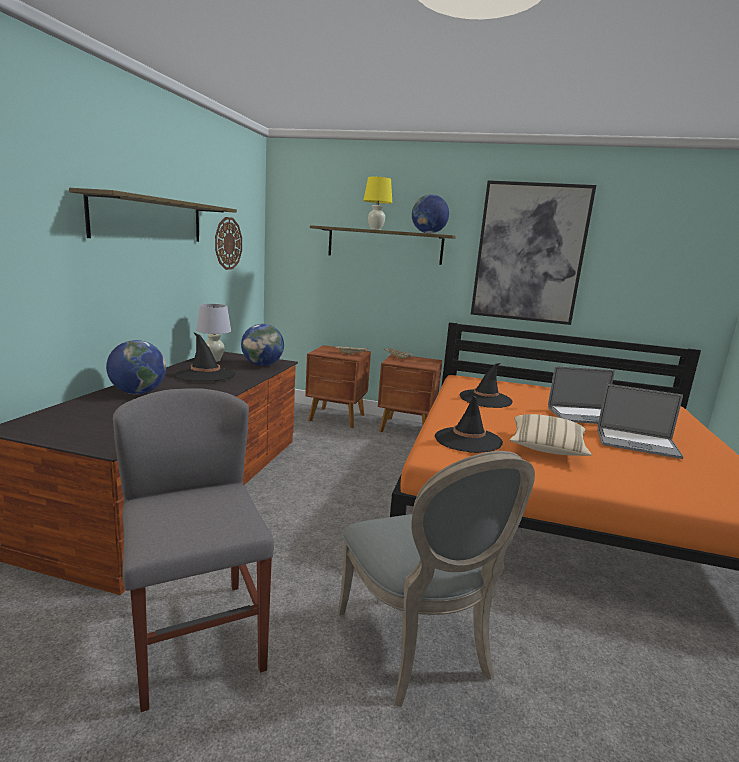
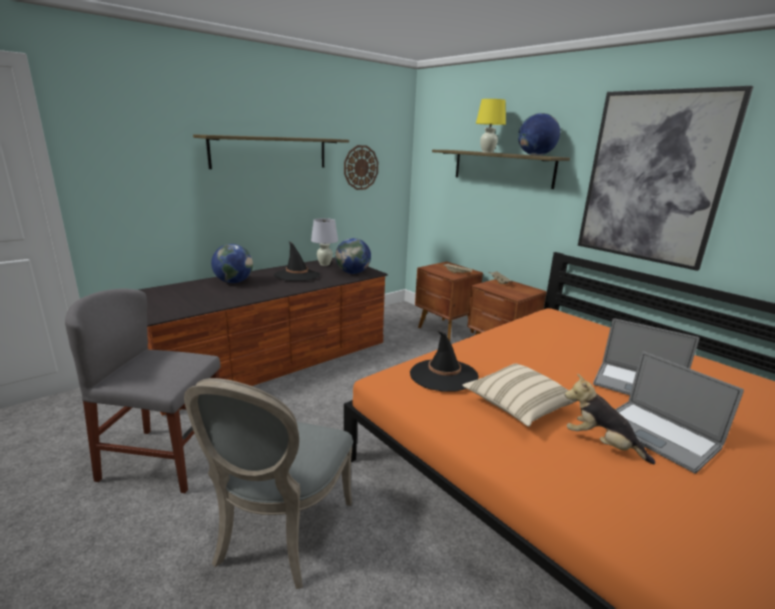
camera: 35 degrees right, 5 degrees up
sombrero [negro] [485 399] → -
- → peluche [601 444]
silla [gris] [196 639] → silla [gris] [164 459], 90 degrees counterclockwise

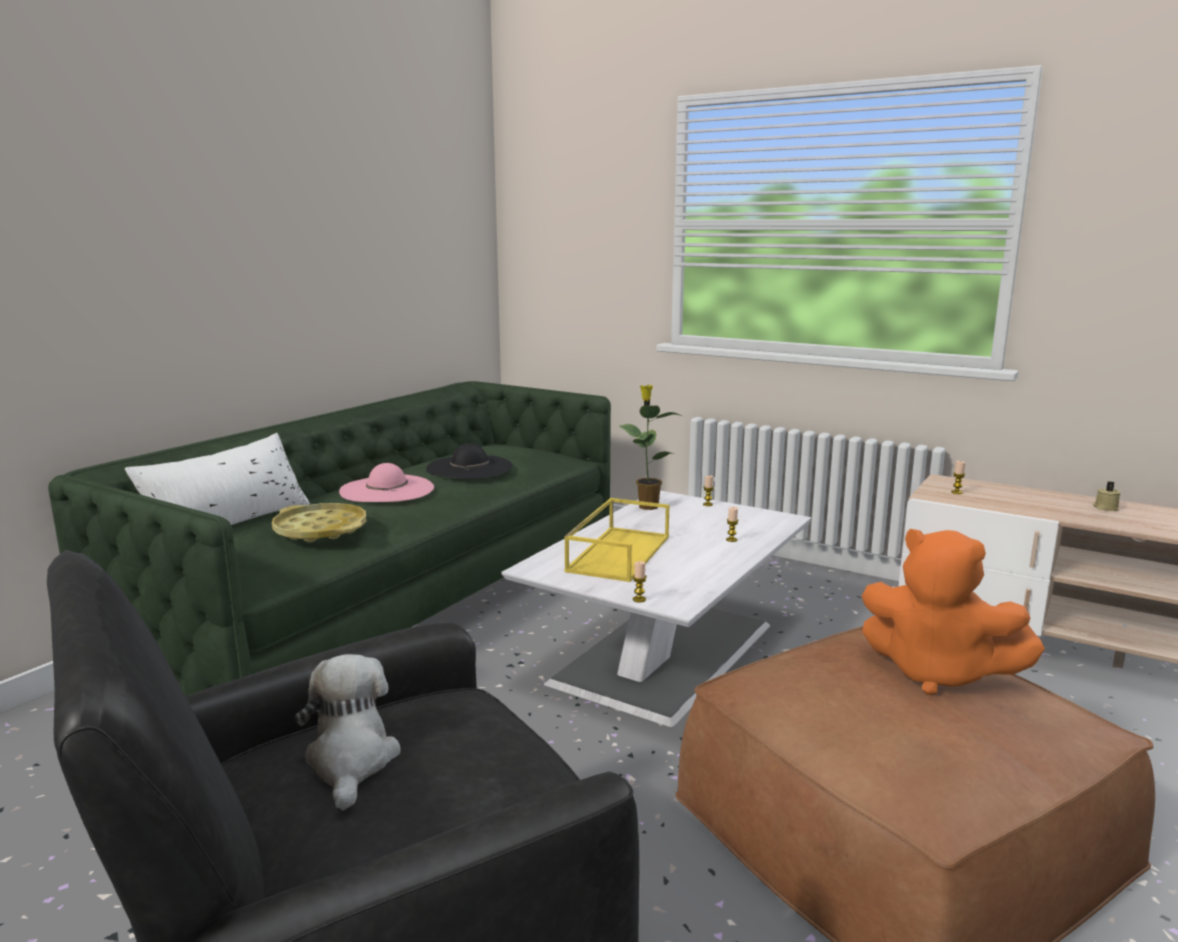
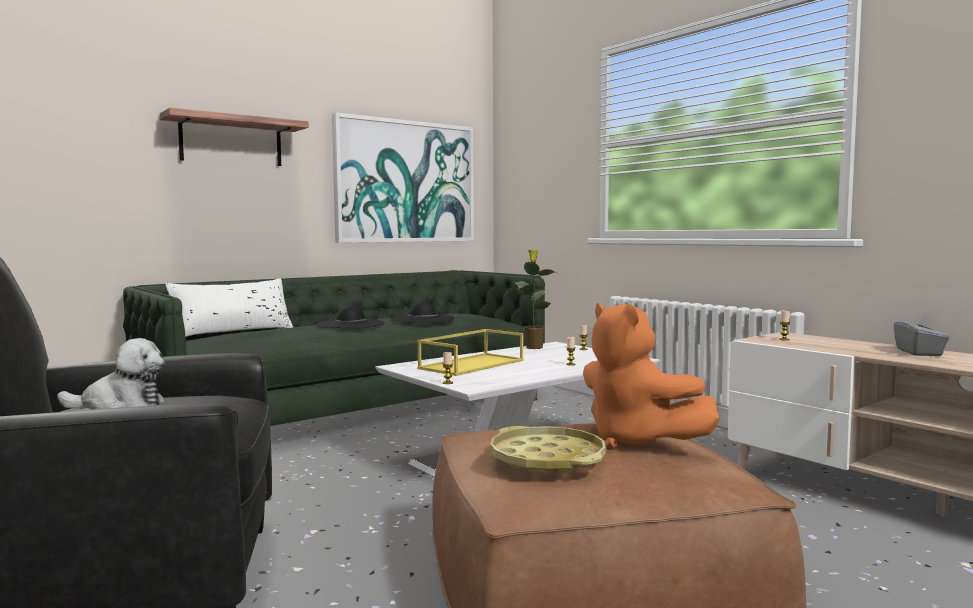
camera: 20 degrees right, 10 degrees down
- → estante [231 141]
- → cuadro [405 182]
bandeja [amarillo] [320 530] → bandeja [amarillo] [547 459], move
vela [beis] [1105 508] → caja de pañuelos [gris] [919 353]
sombrero [rosa] [387 489] → sombrero [negro] [350 324]
peluche [351 761] → peluche [120 406], 75 degrees clockwise

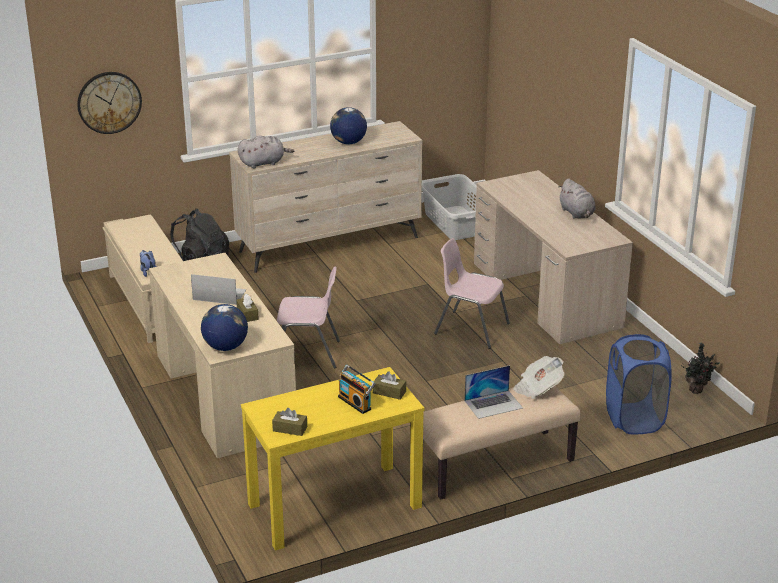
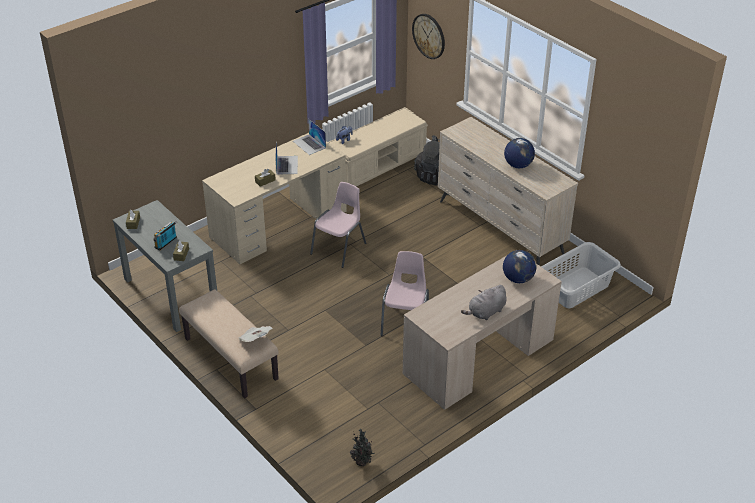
camera: 75 degrees right, 10 degrees up
peluche [gris] [263 163] → -
cesto de la ropa [azul] [634 419] → -
globo terráqueo [225 347] → globo terráqueo [518 279], move
portátil [493 404] → portátil [309 144], move
mesa consola [amarillo] [334 506] → mesa consola [gris] [170 294]
silla [rosa] [308 354] → silla [rosa] [339 248], 135 degrees counterclockwise

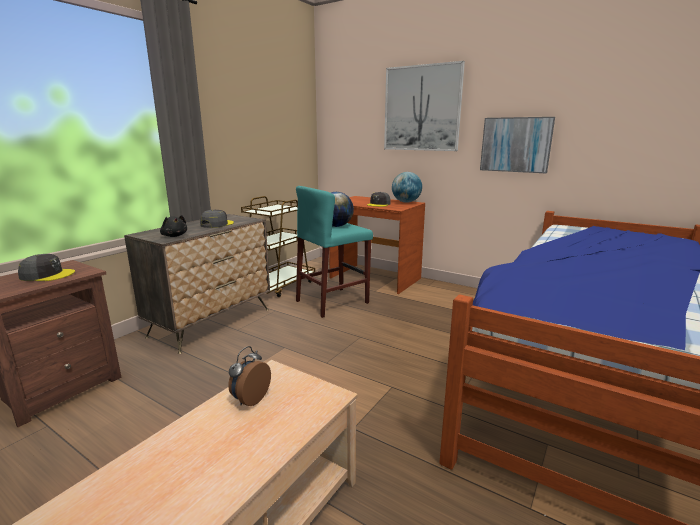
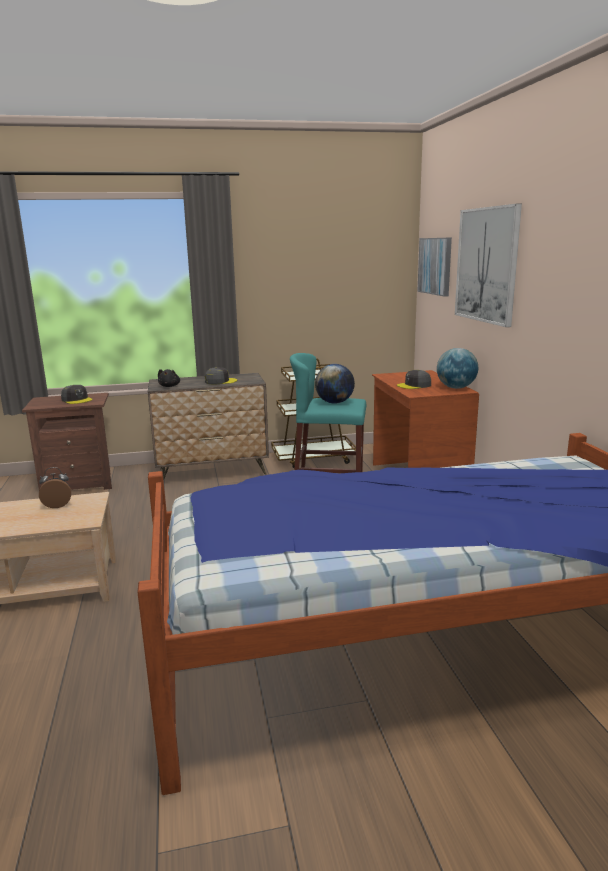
camera: 45 degrees right, 0 degrees up
cuadro [515 144] → cuadro [435 266], move

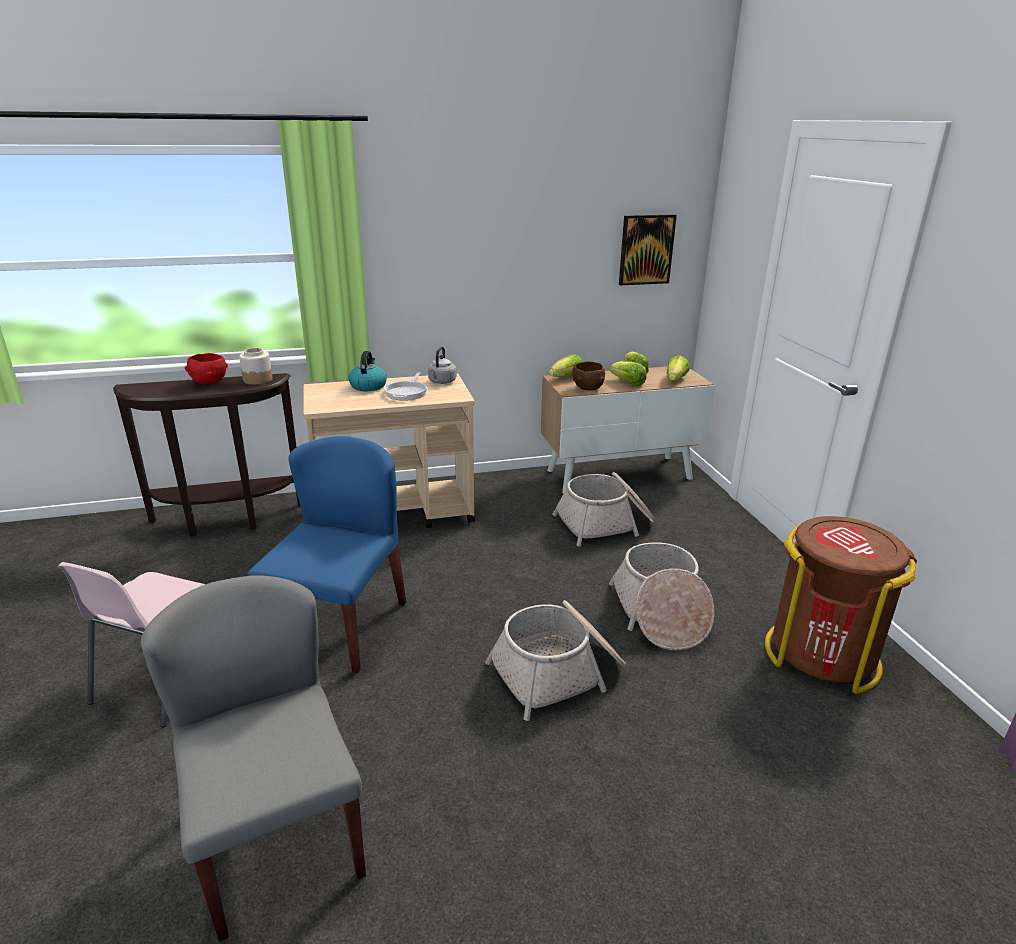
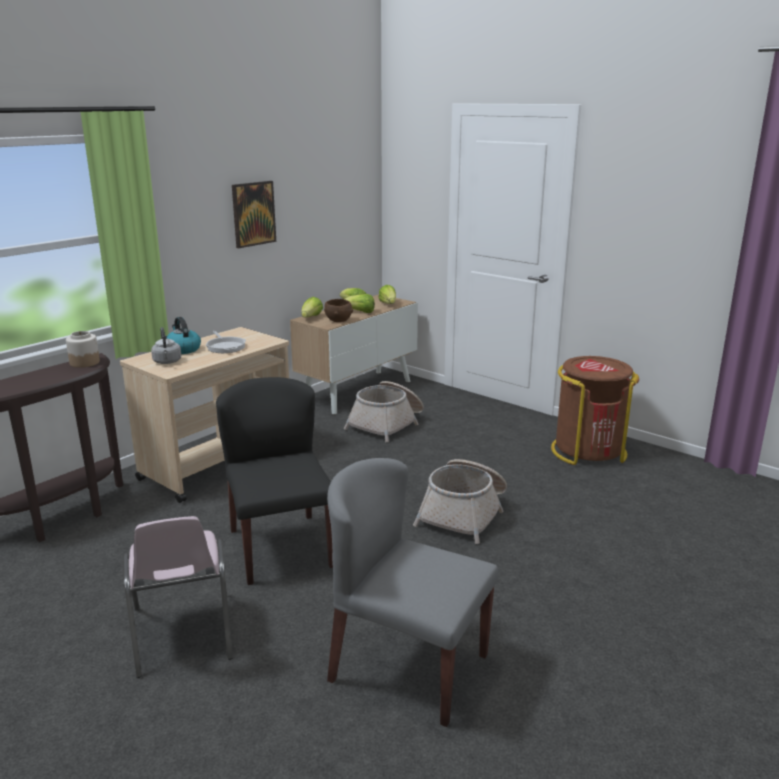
camera: 35 degrees left, 5 degrees down
cuenco [rojo] [209 383] → -
cesta [659 613] → -
hervidor [gris] [441 382] → hervidor [gris] [167 362], move
cuadro [646 249] → cuadro [253 214], move
silla [azul] [340 626] → silla [negro] [280 547]

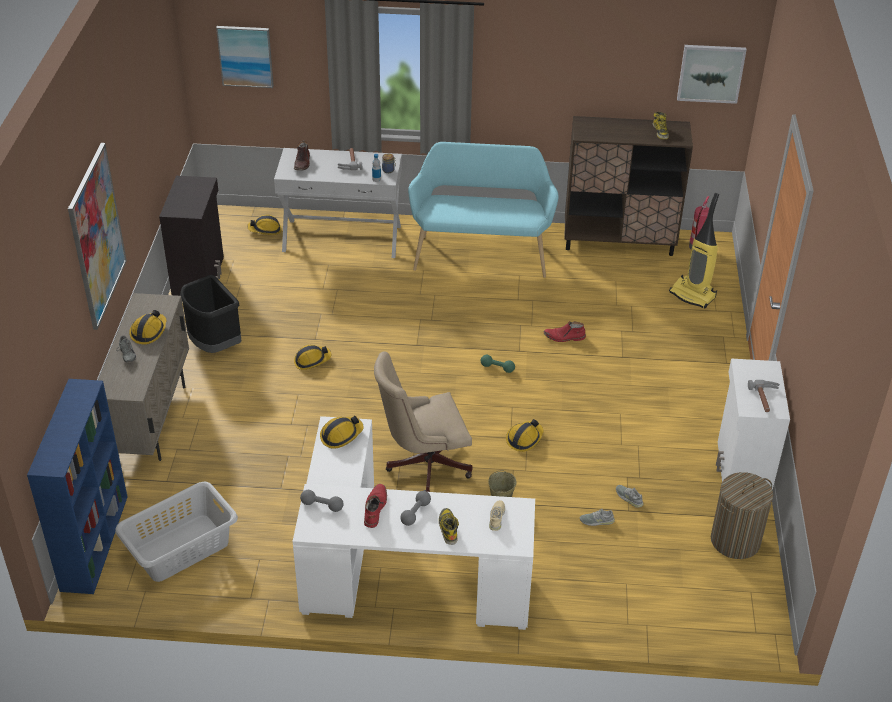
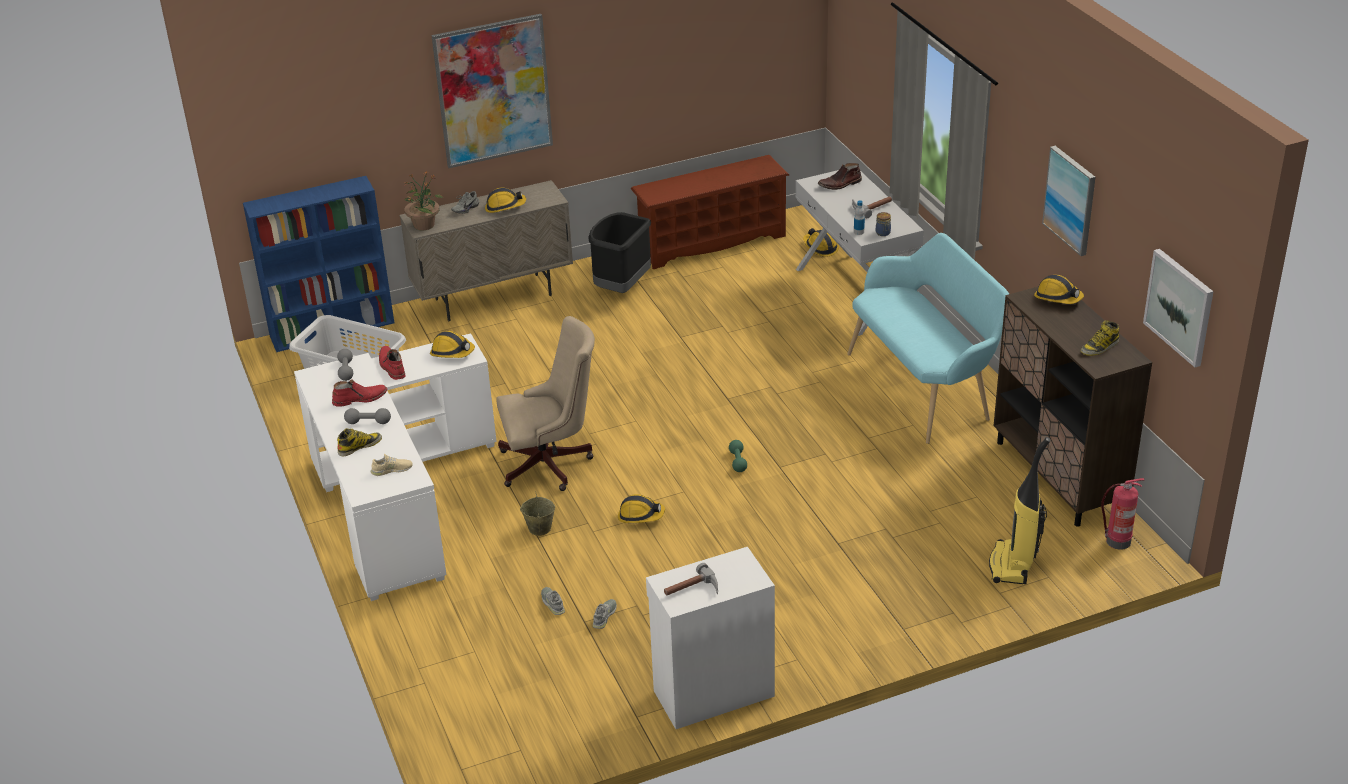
camera: 65 degrees right, 5 degrees down
cesto de la ropa [735 541] → -
- → planta en maceta [424 224]
cuadro [245 56] → cuadro [1070 200], move
casco [312 360] → casco [1058 298], move
bota [rojo] [564 337] → bota [rojo] [391 367], move
armario [negro] [199 276] → zapatero [marrón] [711 242]
silla de oficina [beis] [423 465] → silla de oficina [beis] [551 464], 120 degrees clockwise

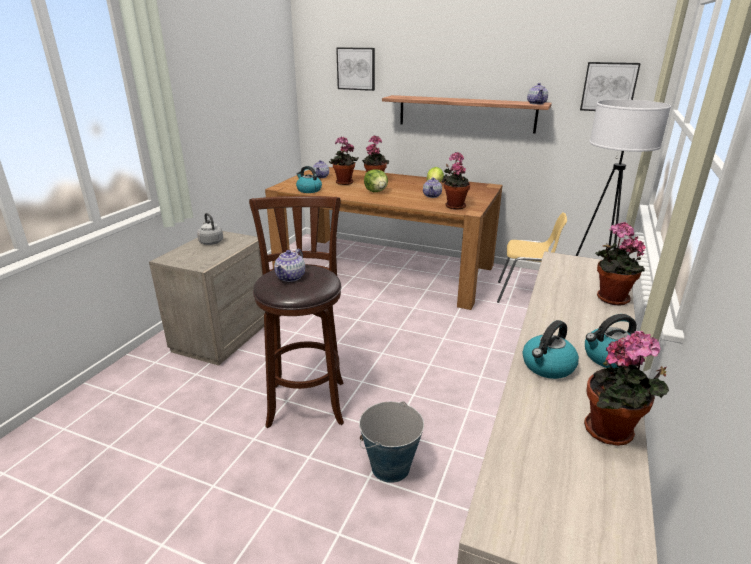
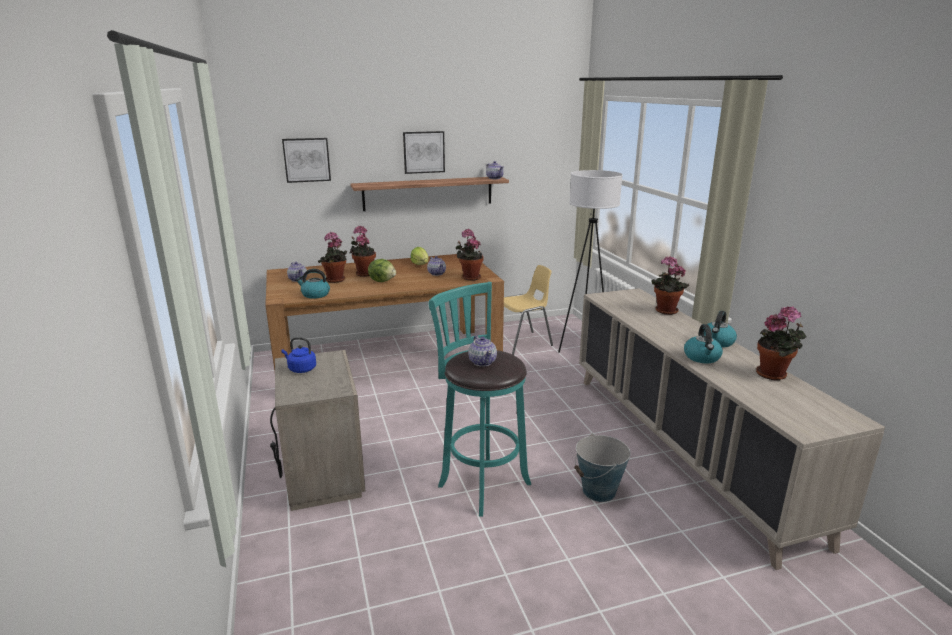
camera: 40 degrees left, 5 degrees down
cuadro [609 87] → cuadro [423 152], move
hervidor [gris] [210 242] → hervidor [azul] [301 369]
taburete [marrón] [306 400] → taburete [turquesa] [481 482]

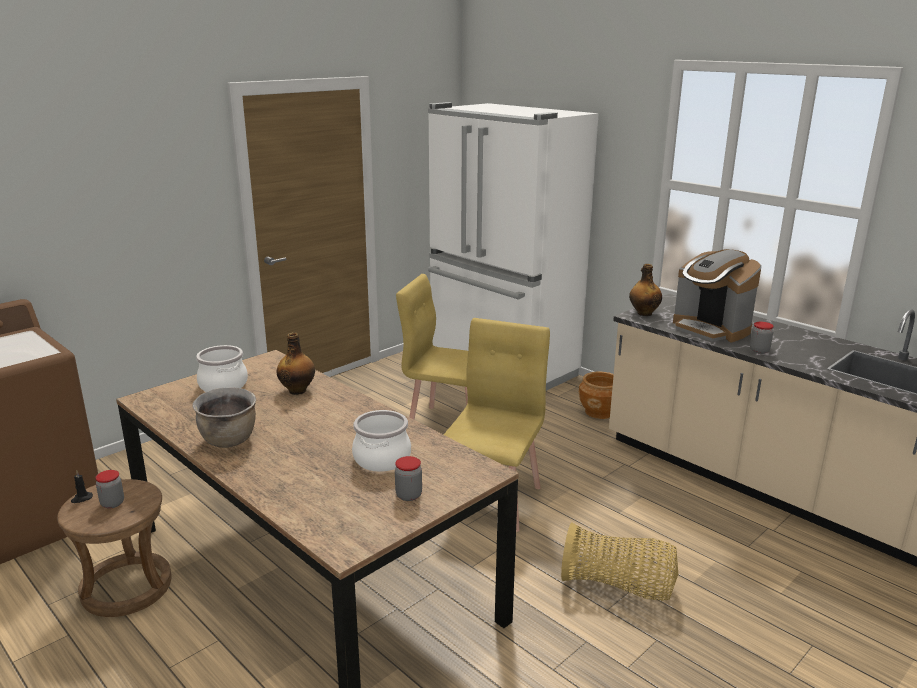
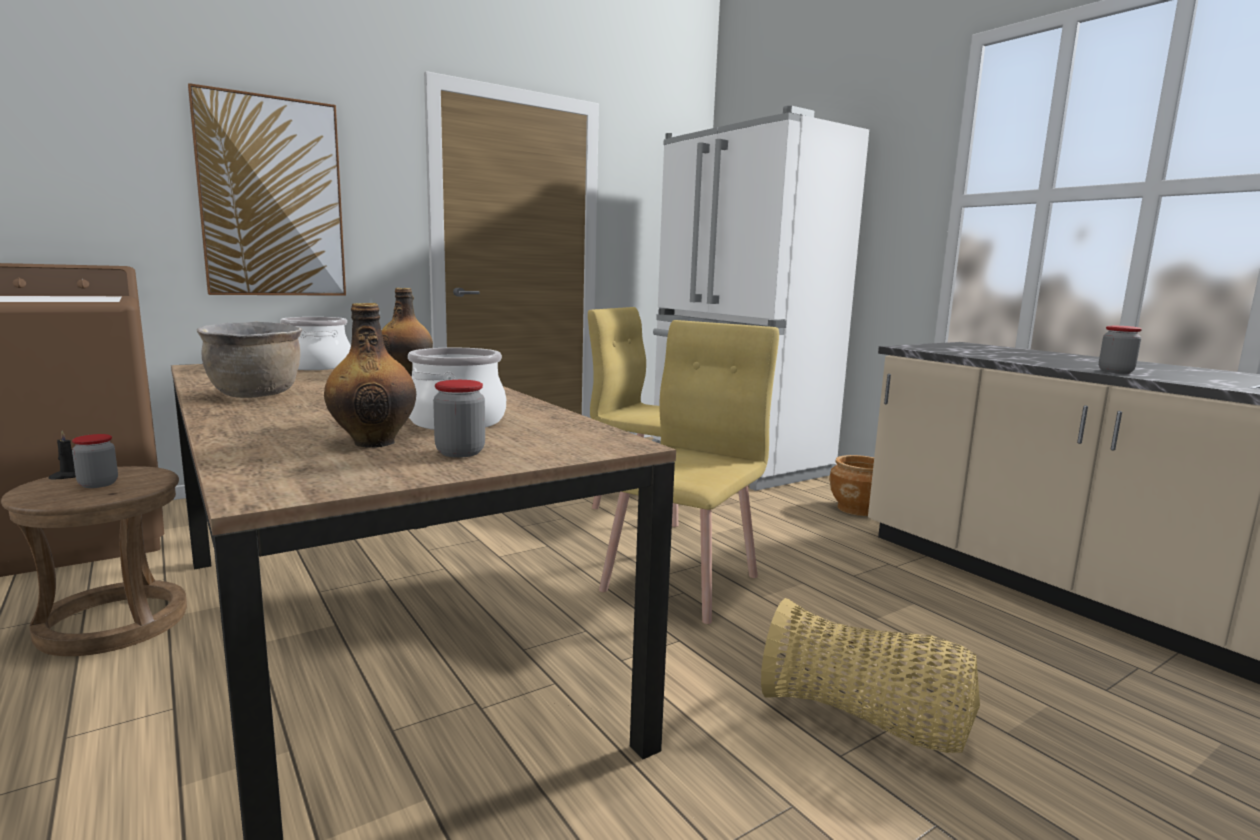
camera: 10 degrees right, 10 degrees down
cafetera [710 329] → -
- → cuadro [272 198]
botella [644 313] → botella [374 442], move

